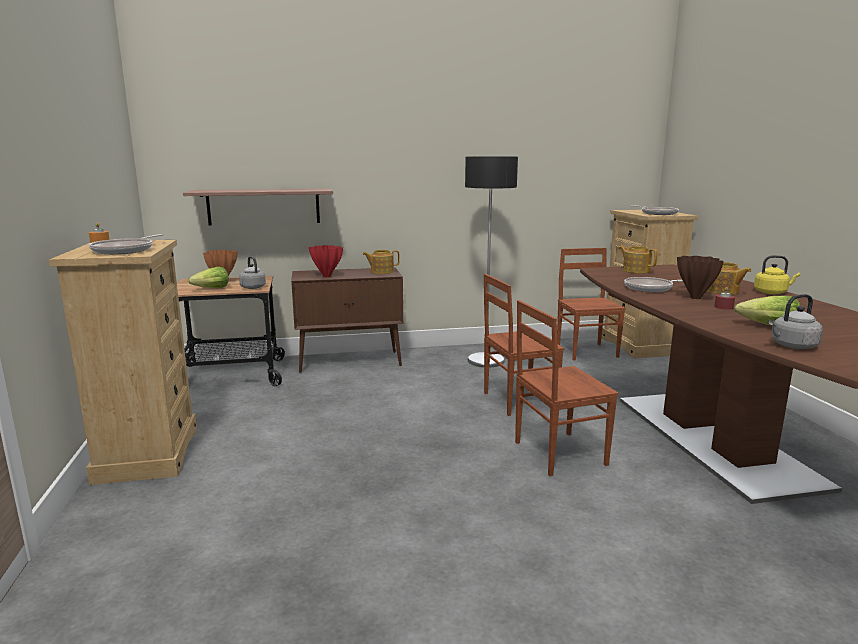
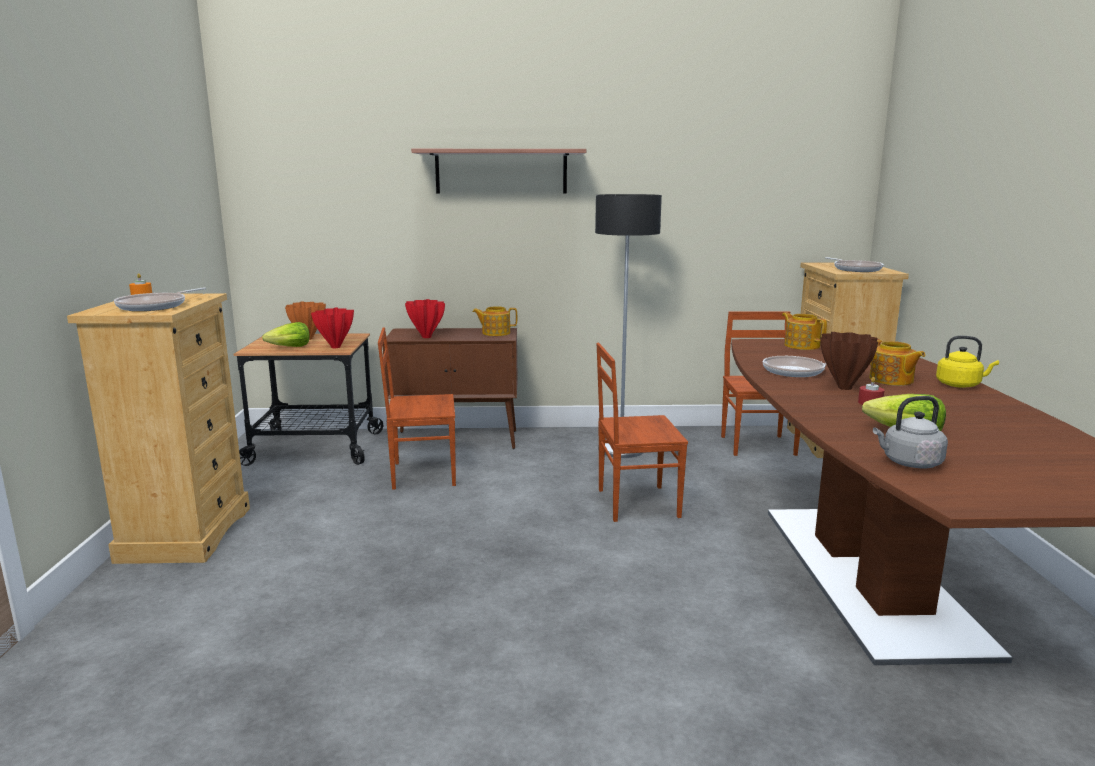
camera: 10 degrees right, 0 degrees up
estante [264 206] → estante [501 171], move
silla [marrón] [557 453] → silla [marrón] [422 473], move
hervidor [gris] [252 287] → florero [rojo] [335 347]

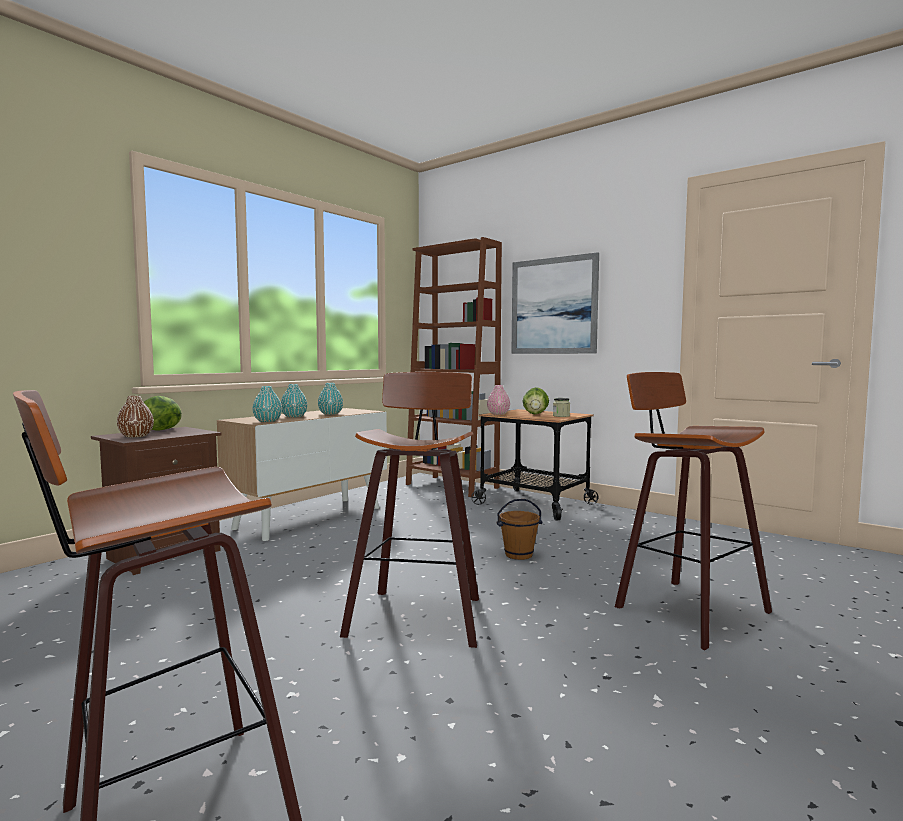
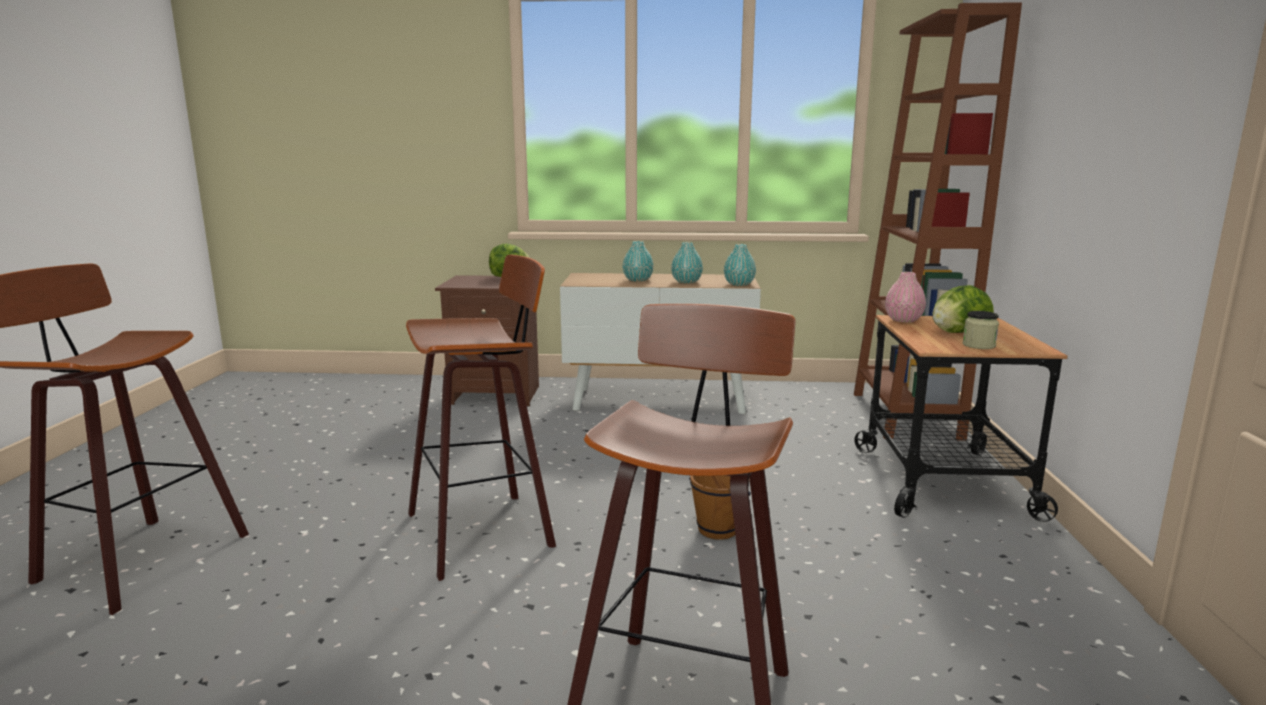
camera: 55 degrees right, 10 degrees up
florero [marrón] [136 436] → -
cuadro [553 306] → -
florero [turquesa] [267 421] → florero [turquesa] [739 284], move

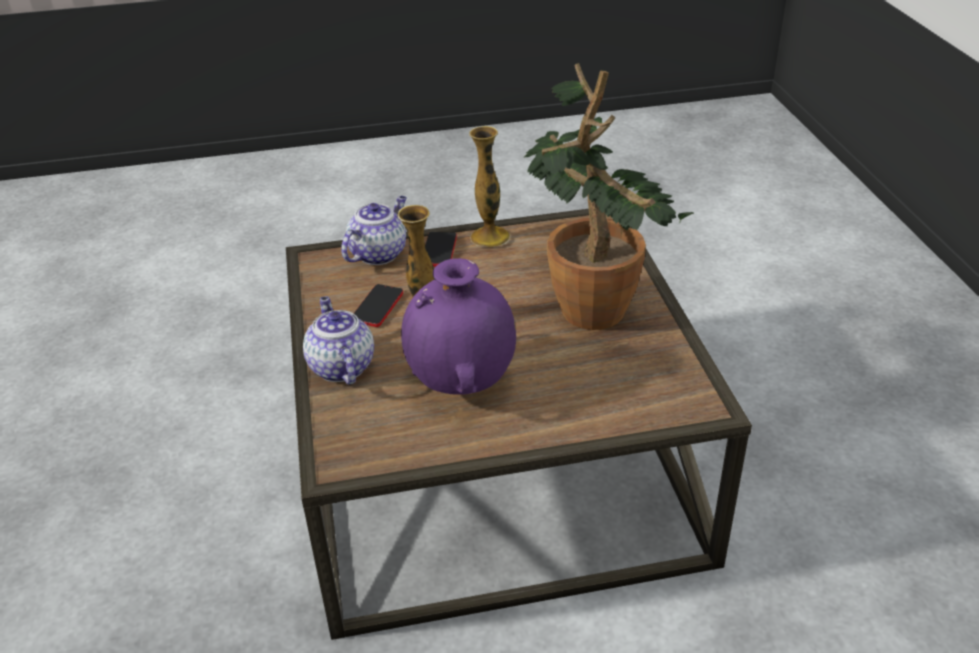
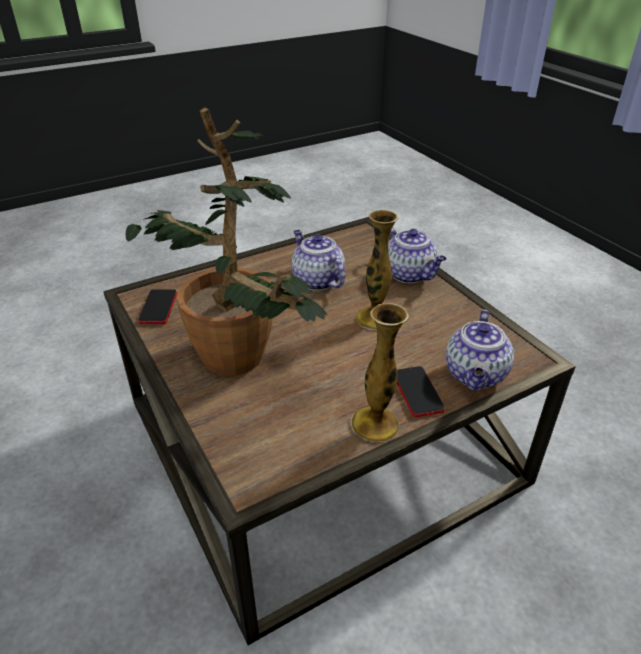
camera: 160 degrees right, 0 degrees up
móvil [377 306] → móvil [158 307], move
florero [morado] [461 384] → tetera [316 280]

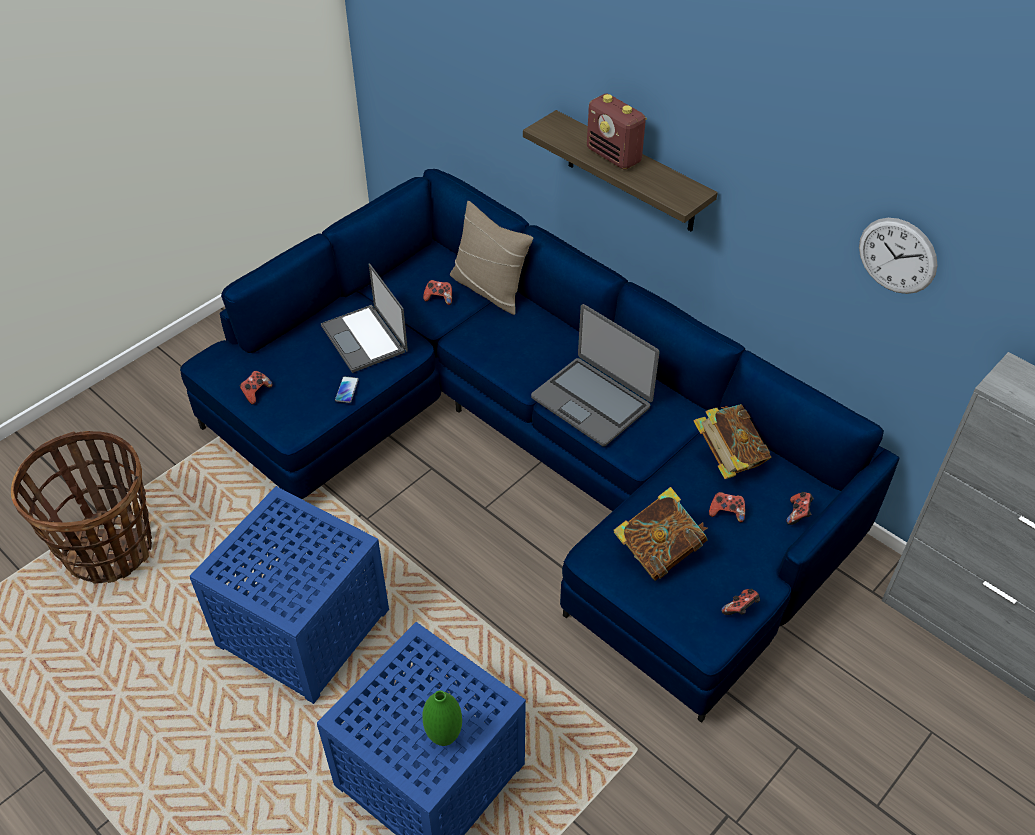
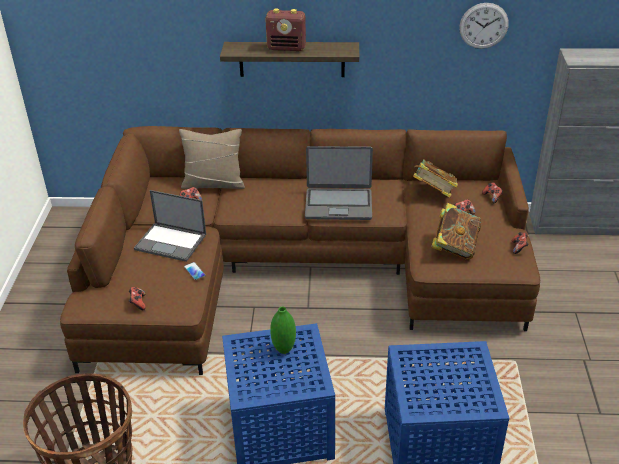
camera: 40 degrees left, 10 degrees down
florero [verde] [444 737] → florero [verde] [284 349], move
sofá [azul] [528 450] → sofá [marrón] [297 268]

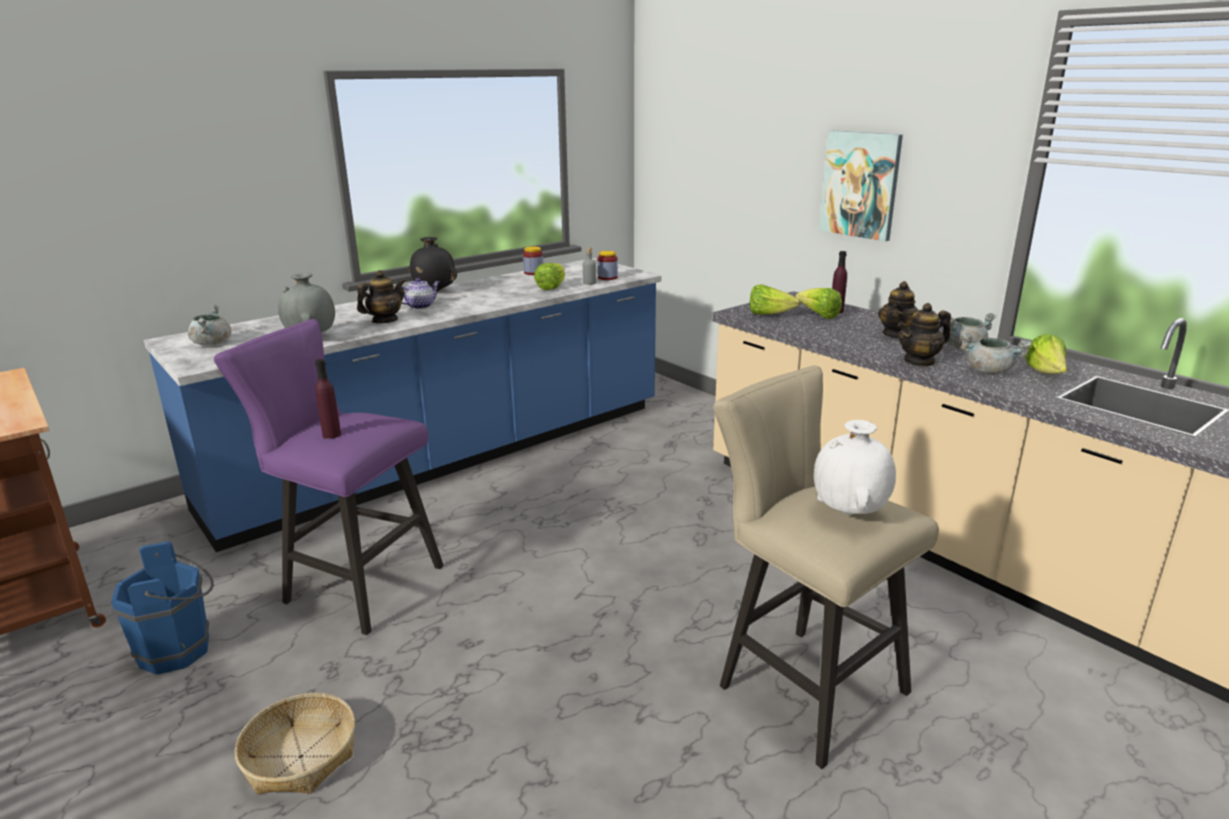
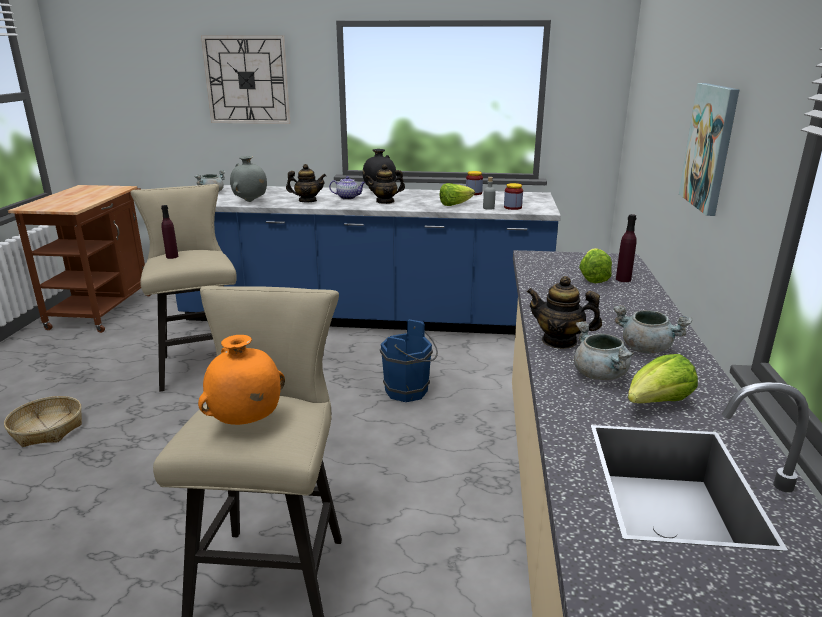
camera: 45 degrees right, 0 degrees up
lechuga [769 314] → -
- → reloj de pared [247 80]
cubo [azul] [181 650] → cubo [azul] [409 392], move
tetera [897 335] → tetera [385 201], move
taburete [morado] [355 583] → taburete [beis] [201 363]
florero [blanco] [849 513] → florero [naranja] [246 422]

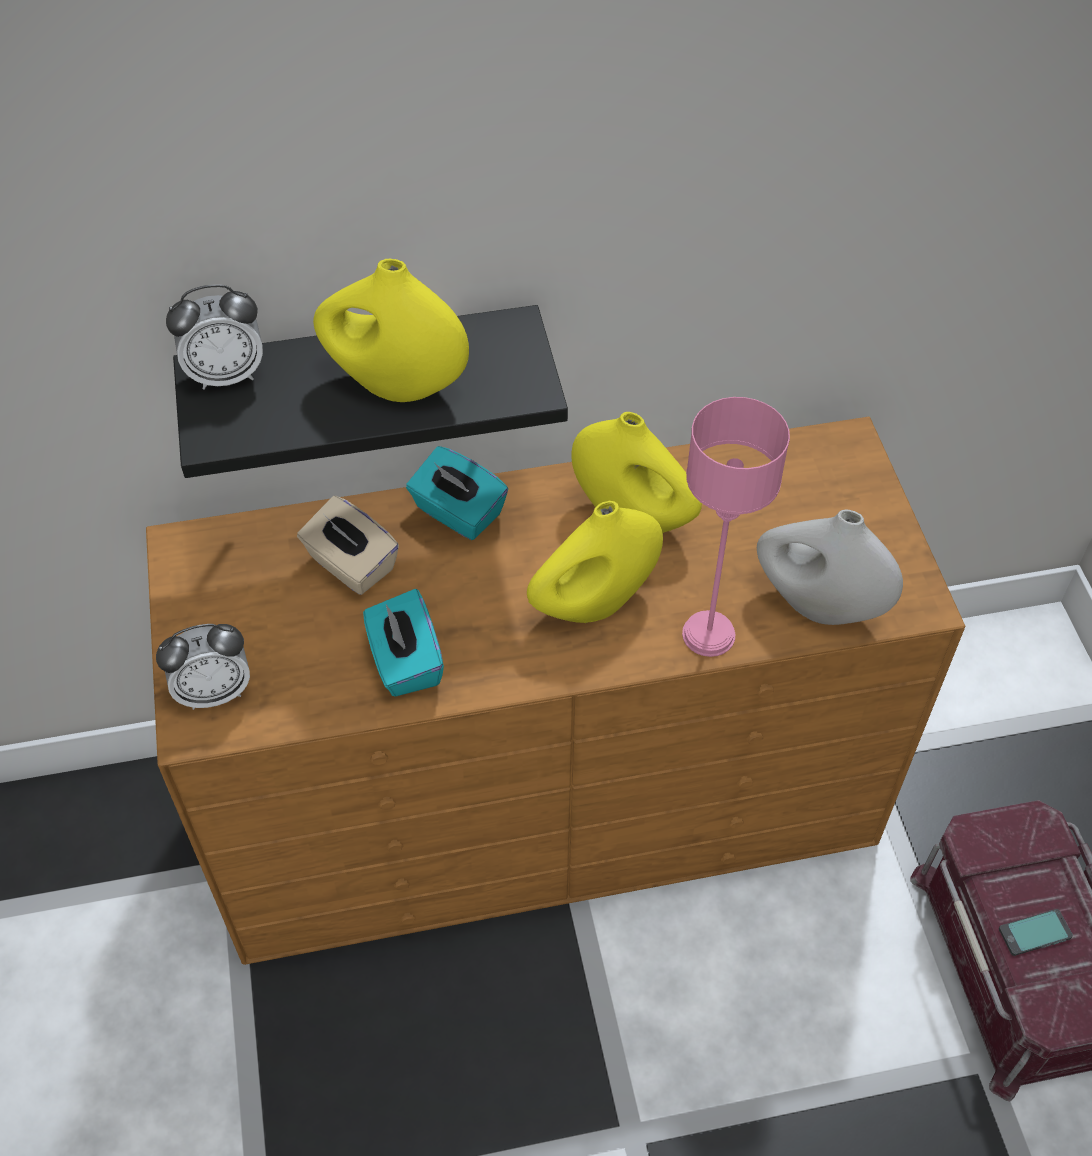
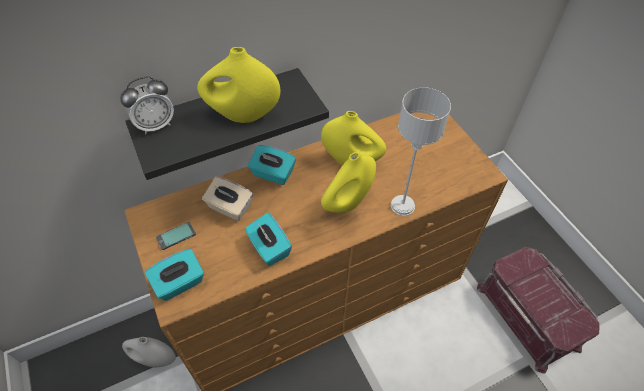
camera: 15 degrees left, 0 degrees up
florero [blanco] [818 606] → florero [blanco] [154 359], move
móvil [1035 933] → móvil [176 236], move
despertador [214 692] → caja de pañuelos [turquesa] [179 283]
lámpara de mesa [rosa] [707 634] → lámpara de mesa [gris] [402 205]

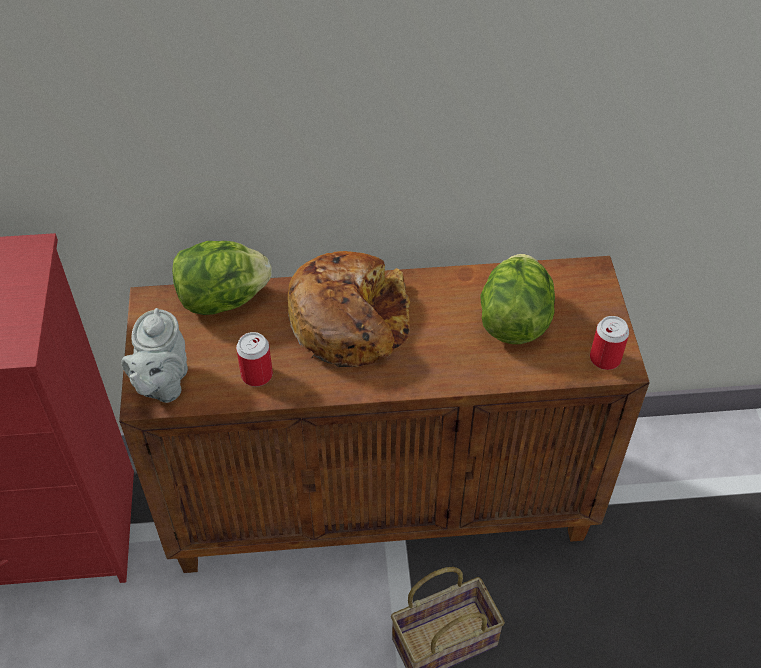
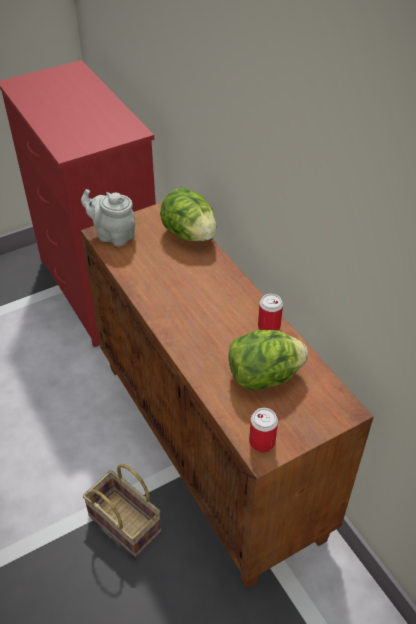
camera: 65 degrees right, 5 degrees down
pan [350 320] → -
lata [257 375] → lata [269 326], move
tetera [gris] [162 384] → tetera [gris] [113 235], 45 degrees clockwise

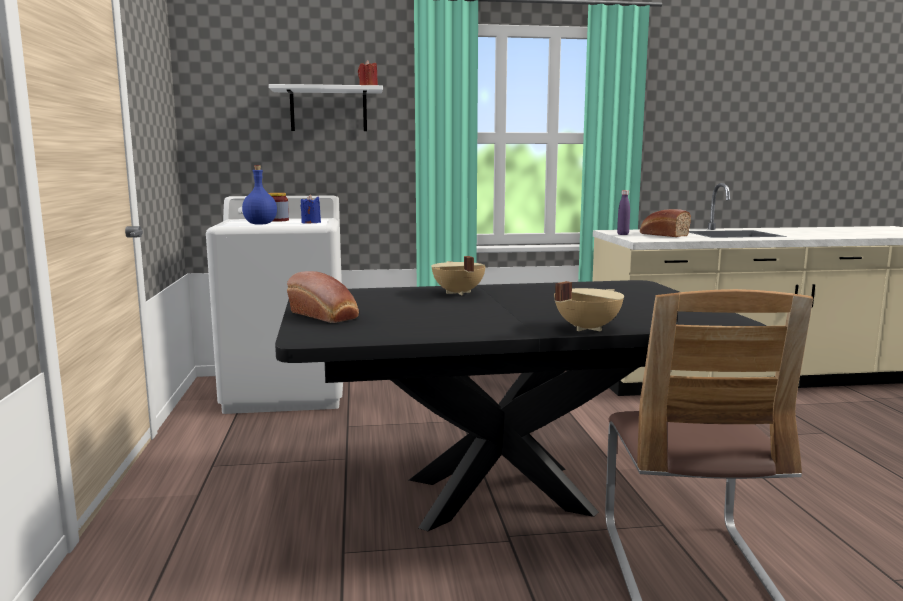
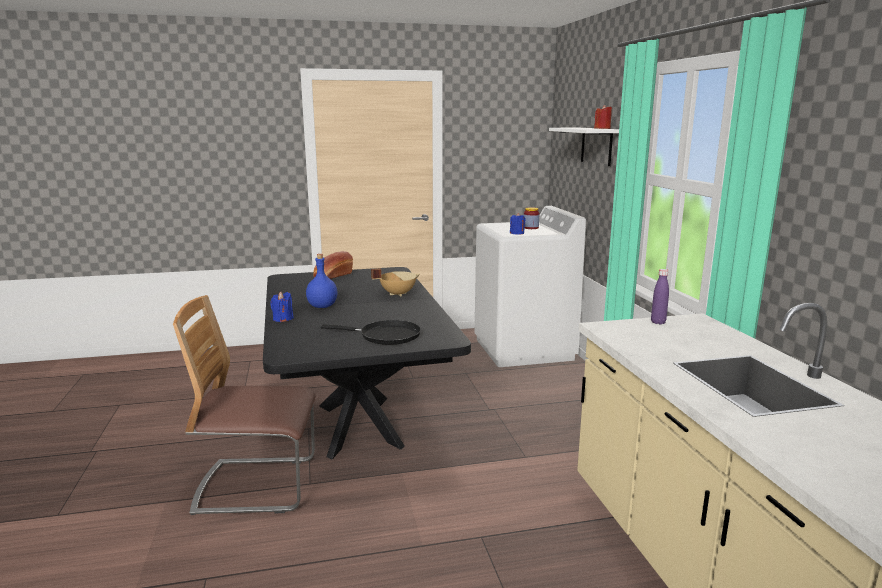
camera: 85 degrees right, 5 degrees up
pan [662 234] → -
- → sartén [negro] [386 336]
botella [azul] [261 224] → botella [azul] [323 306], move
olla [beis] [585 328] → vela [azul] [283 319]

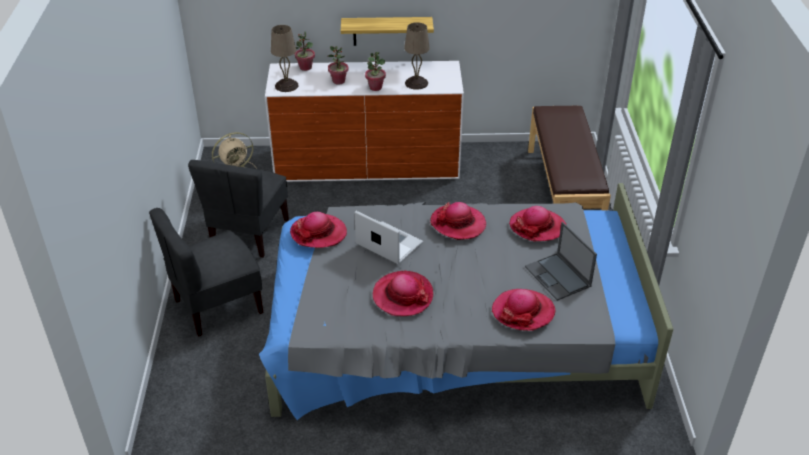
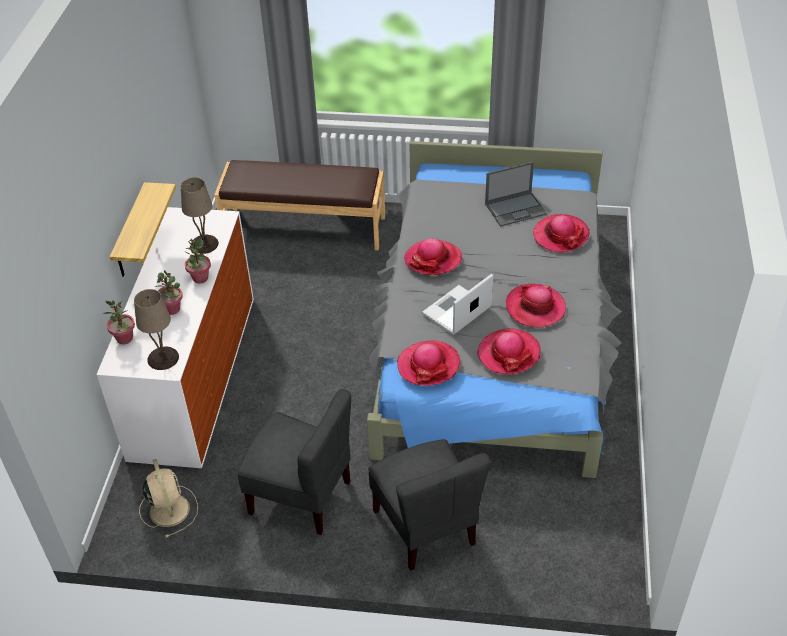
camera: 80 degrees left, 5 degrees up
sombrero [537 227] → sombrero [508 353], move

